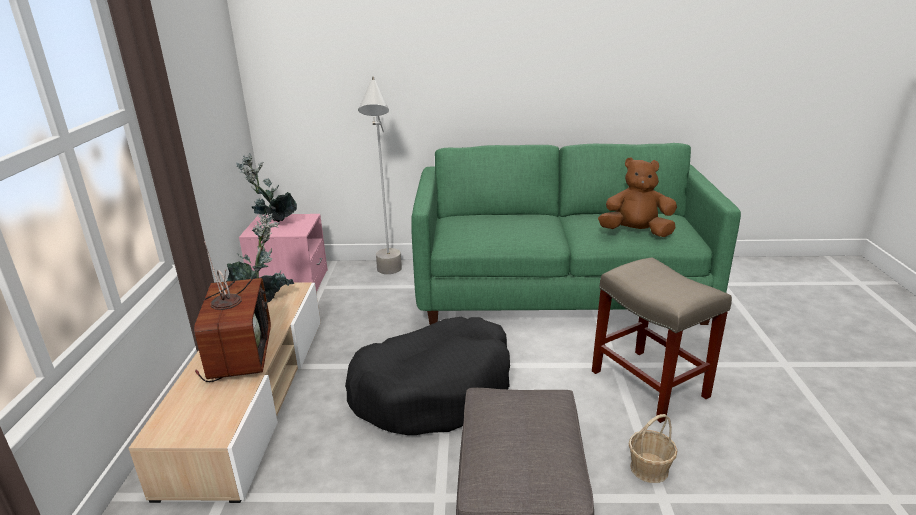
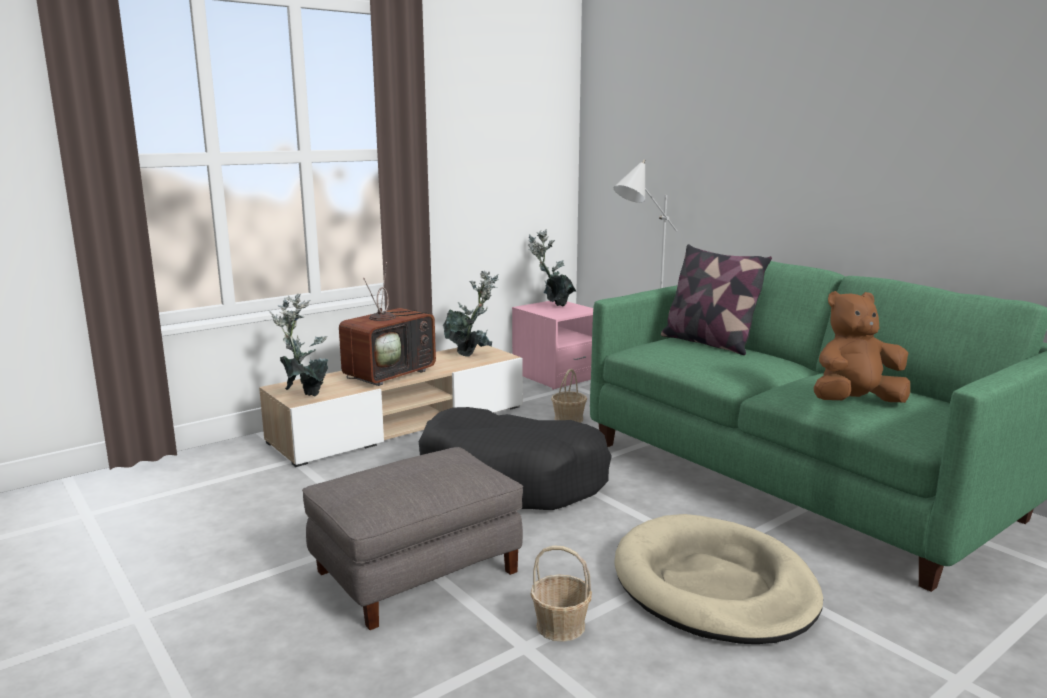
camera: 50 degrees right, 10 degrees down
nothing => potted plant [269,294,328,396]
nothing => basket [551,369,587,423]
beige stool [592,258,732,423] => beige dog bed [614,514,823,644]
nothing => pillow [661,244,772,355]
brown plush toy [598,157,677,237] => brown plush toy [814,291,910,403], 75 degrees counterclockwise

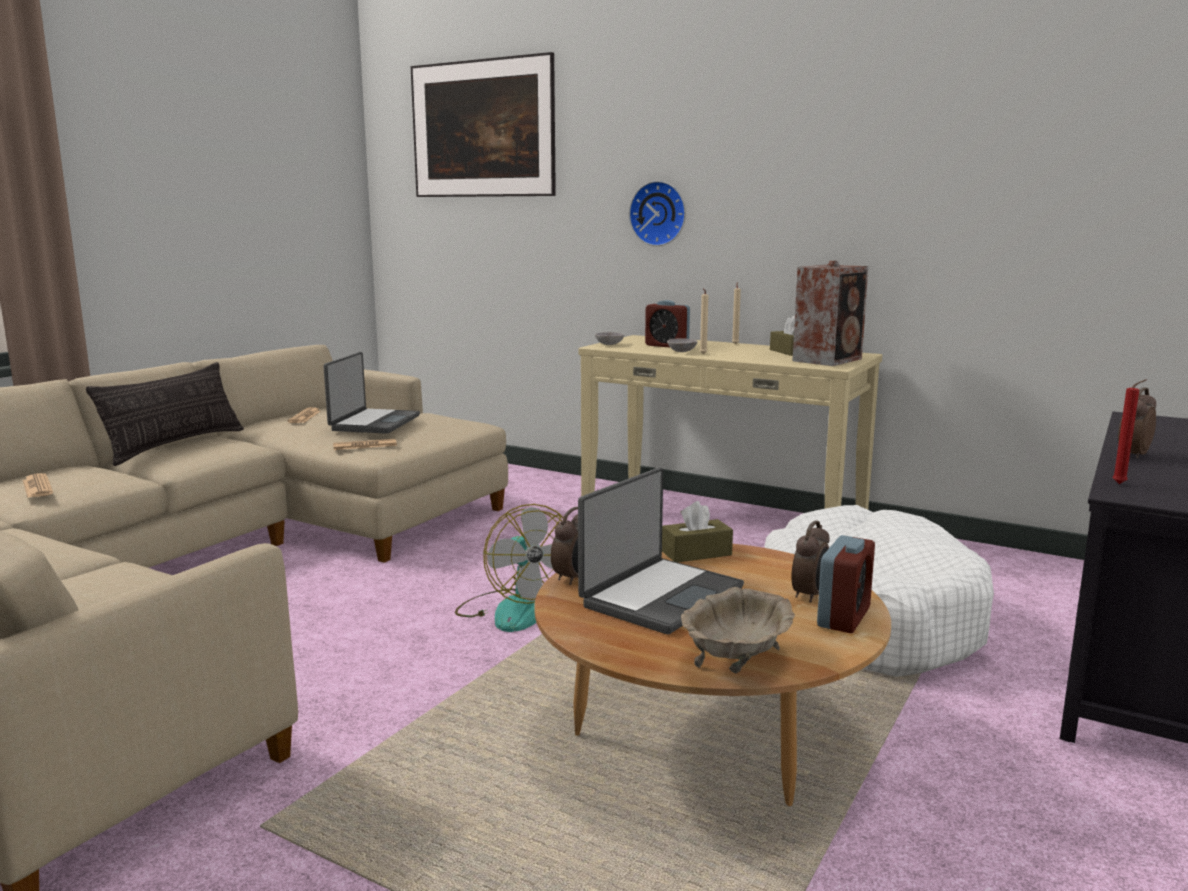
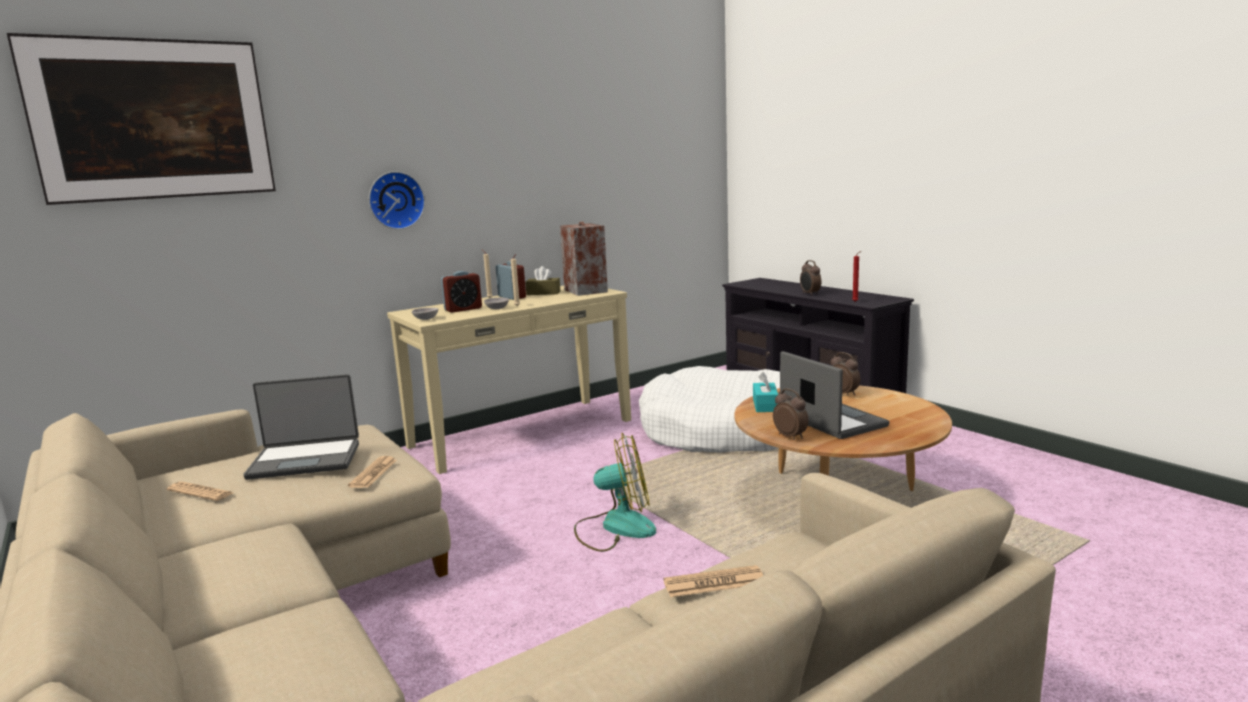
camera: 65 degrees left, 0 degrees up
laptop [323,352,420,434] => laptop [243,374,359,480], 135 degrees clockwise
alarm clock [817,535,875,633] => alarm clock [496,261,526,300], move
newspaper [23,473,53,498] => newspaper [663,565,763,597], move
brown tissue box [662,501,733,562] => turquoise tissue box [753,372,778,412]
pillow [86,362,244,466] => nothing
beige bowl [681,587,795,674] => nothing

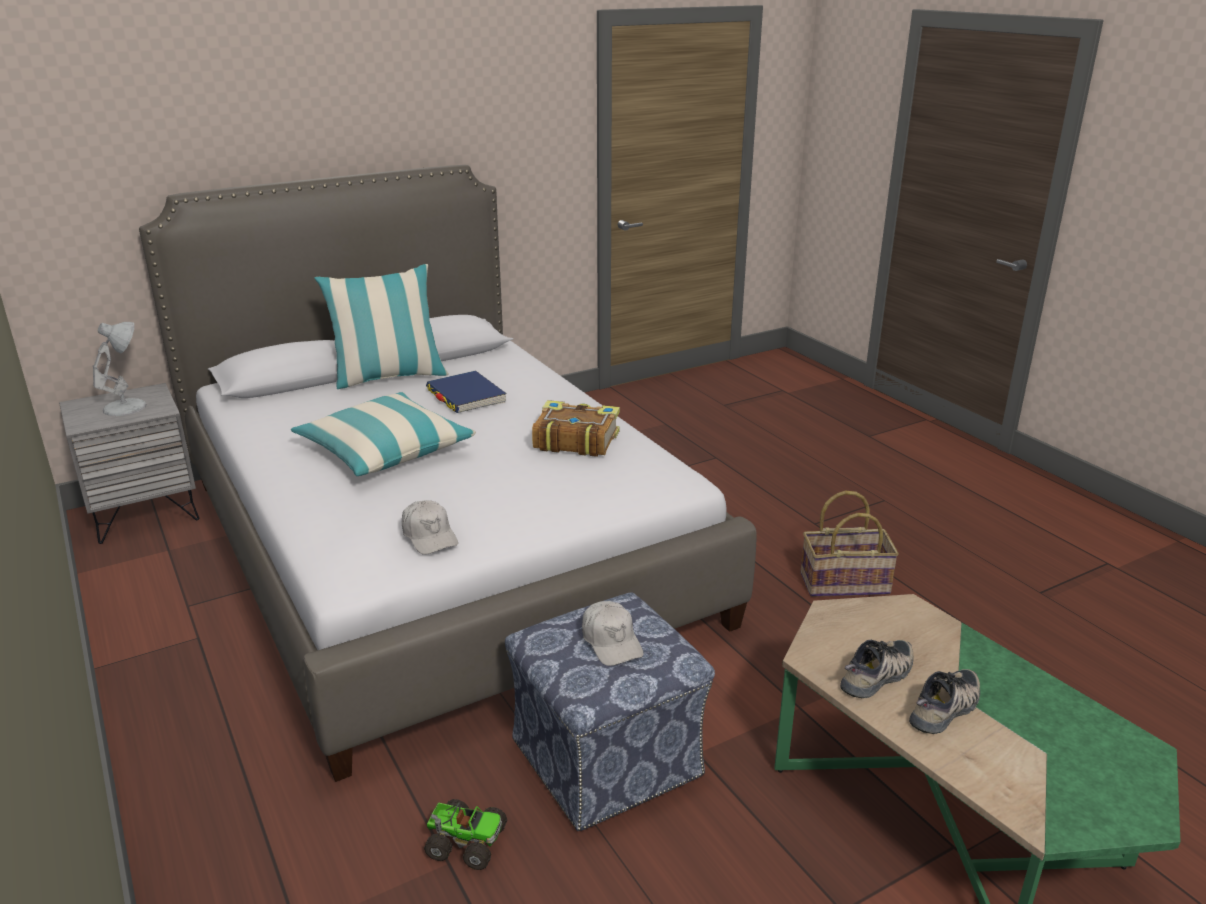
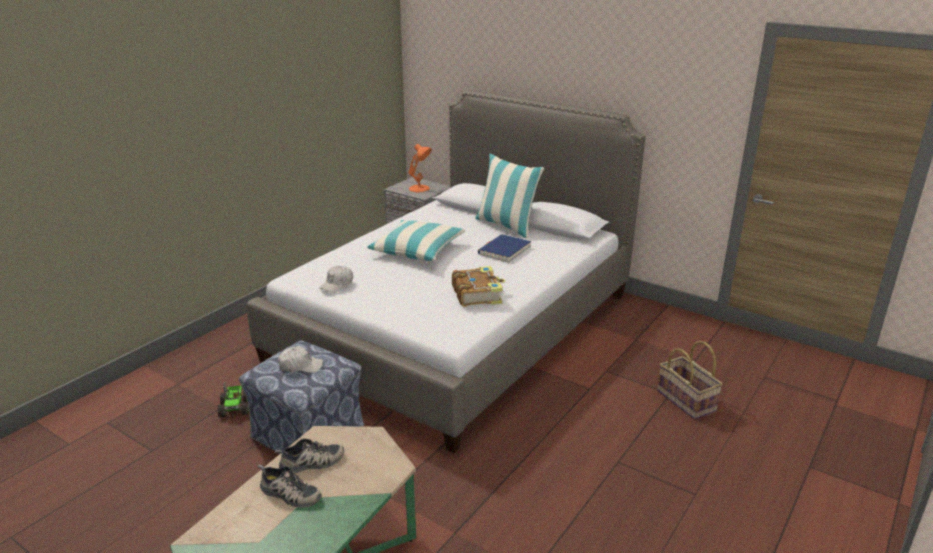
camera: 65 degrees right, 0 degrees up
shoe [840,639,914,698] => shoe [275,438,344,473], 45 degrees counterclockwise
white cap [582,601,644,666] => white cap [278,346,323,373], 135 degrees counterclockwise
white table lamp [93,322,147,416] => orange table lamp [408,144,432,192]
basket [800,491,899,597] => basket [657,341,723,419], move

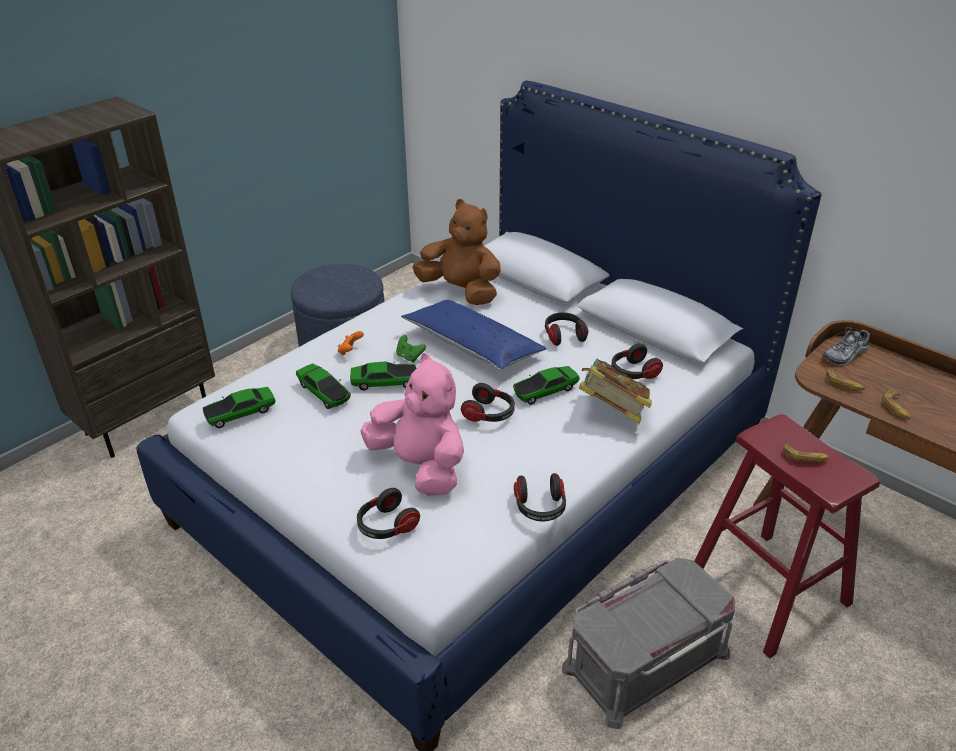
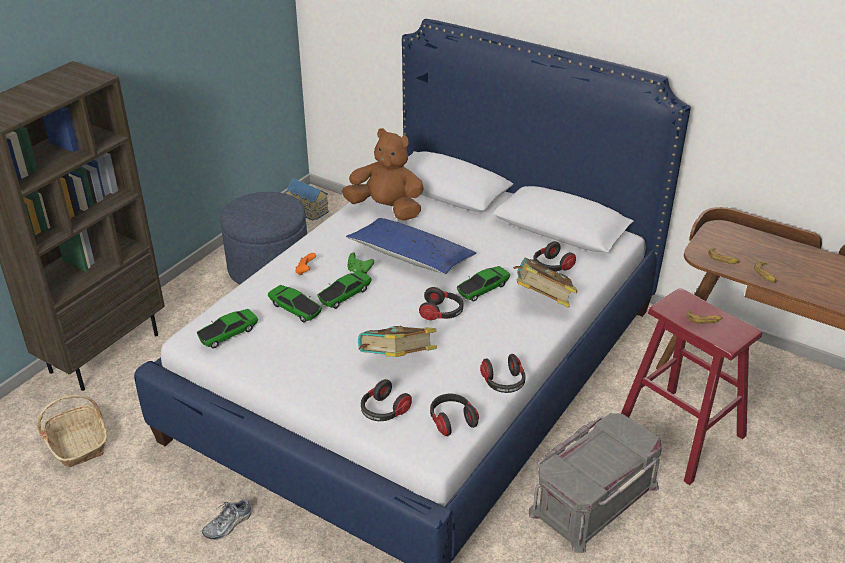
camera: 10 degrees left, 0 degrees up
nothing => basket [37,395,107,468]
shoe [822,327,870,365] => shoe [202,499,252,540], move
nothing => toy house [286,178,329,221]
toy car [350,362,417,390] => toy car [318,271,372,309], 150 degrees clockwise
pink plush toy [360,353,464,496] => book [358,326,437,357]
headphones [545,312,589,346] => headphones [430,394,479,436], move

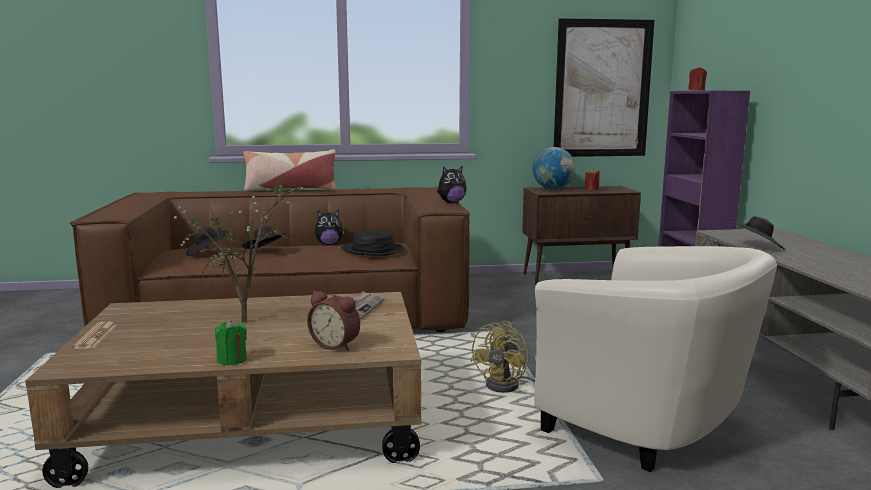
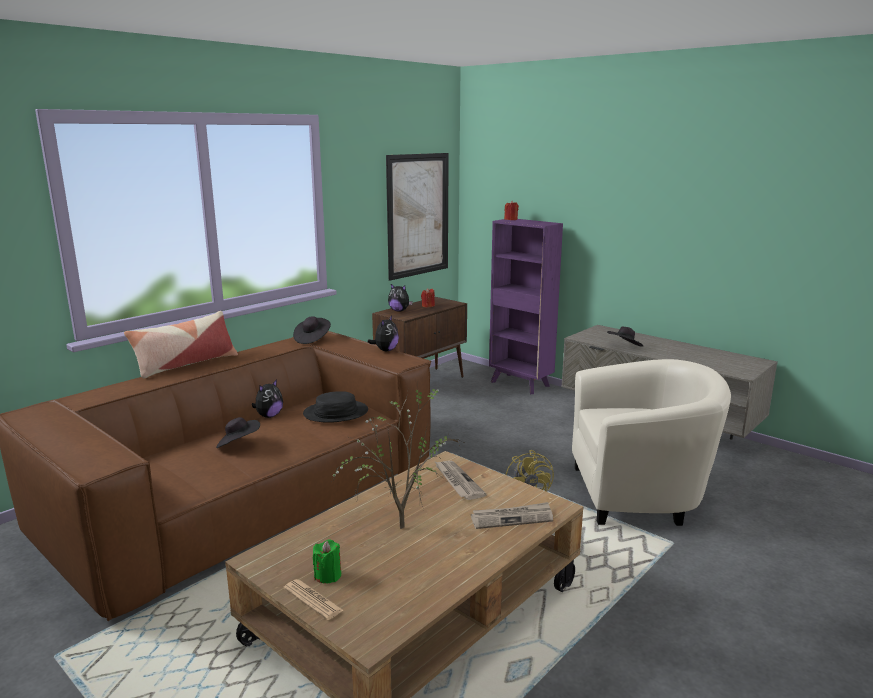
camera: 40 degrees left, 5 degrees up
black hat [186,227,229,256] => black hat [293,316,331,344], move
green candle [215,320,247,365] => green candle [313,539,341,583], move
globe [533,147,575,189] => plush toy [388,284,413,311]
alarm clock [307,291,360,351] => newspaper [471,502,553,529]

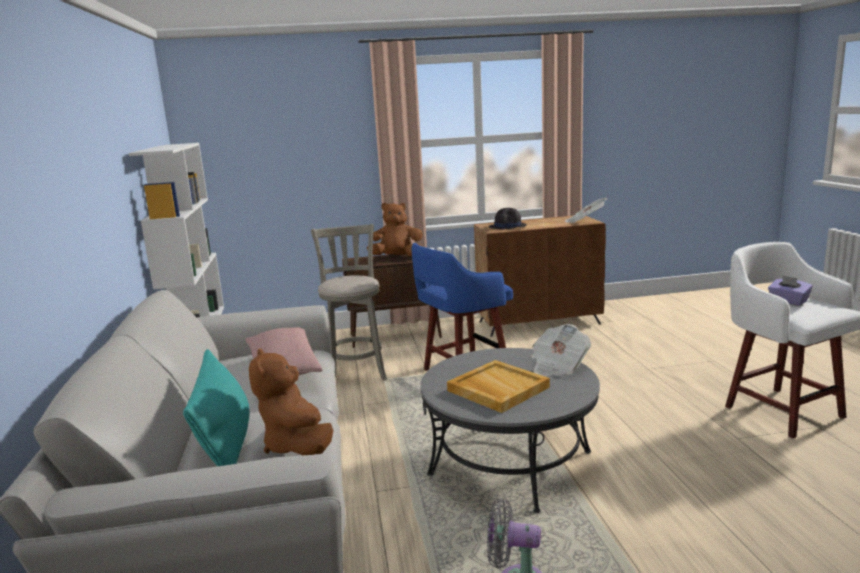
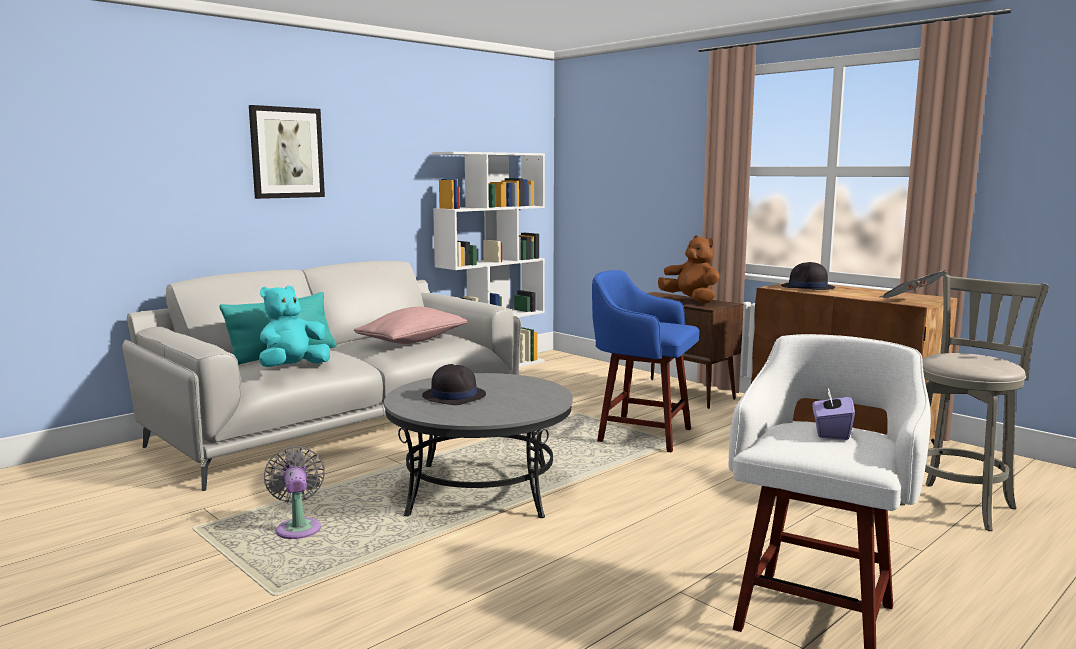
camera: 55 degrees right, 5 degrees down
nothing => picture [249,105,325,199]
brown plush toy [249,348,333,455] => turquoise plush toy [259,286,330,367]
beige tray [447,360,550,413] => black hat [422,364,486,405]
grey stool [311,224,387,381] => grey stool [900,275,1049,531], move
newspaper [531,324,591,376] => nothing

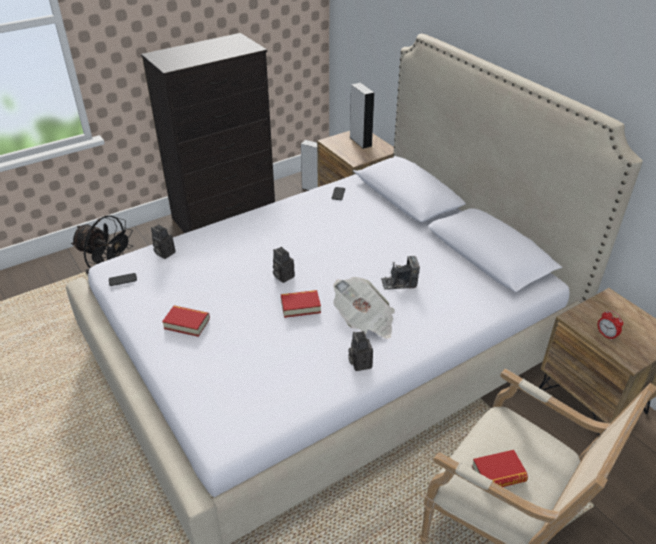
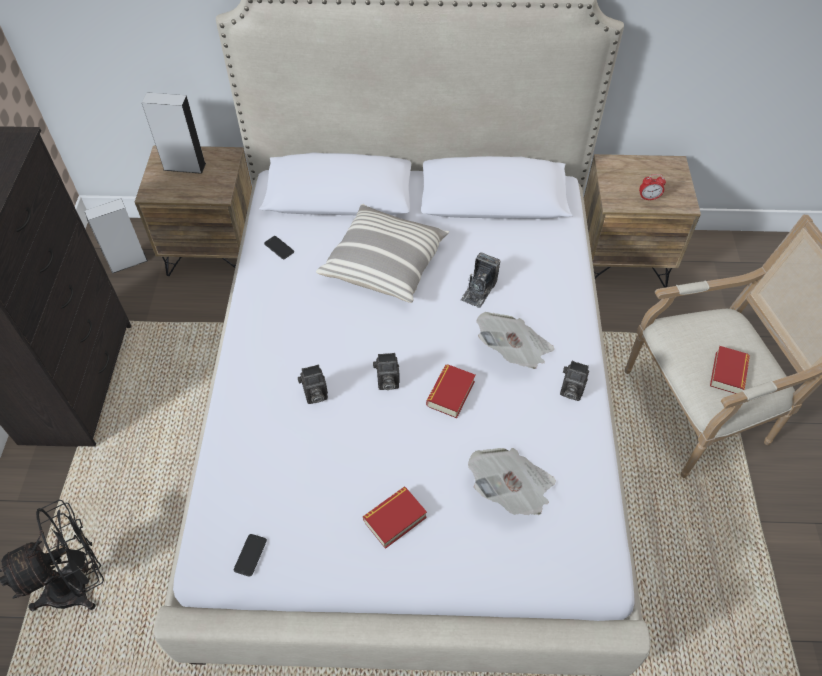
camera: 55 degrees left, 15 degrees up
photo camera [151,224,175,259] => photo camera [298,364,328,404], move
nothing => pillow [316,204,449,303]
nothing => newspaper [468,448,556,515]

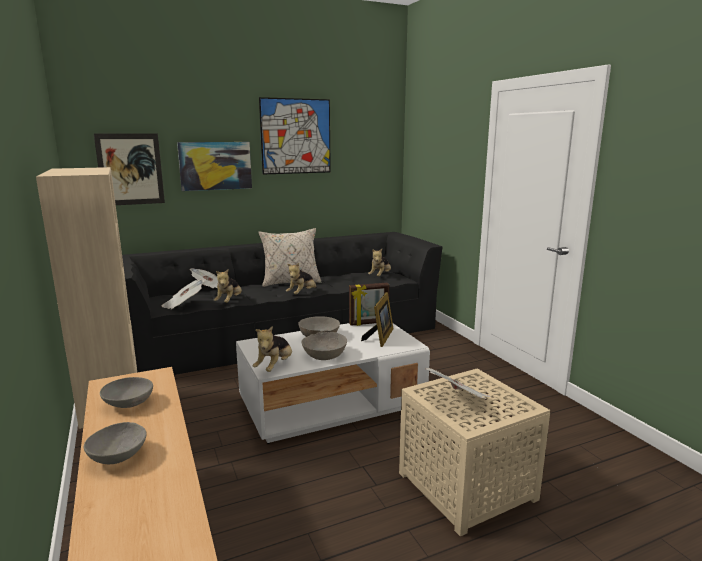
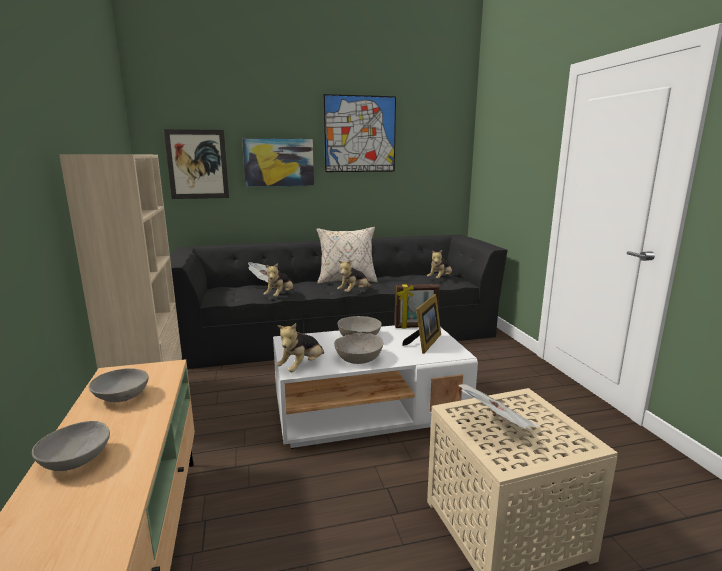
camera: 10 degrees right, 0 degrees up
newspaper [162,279,205,309] => nothing

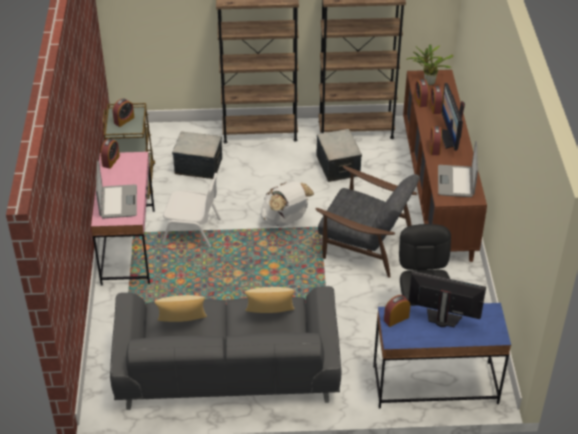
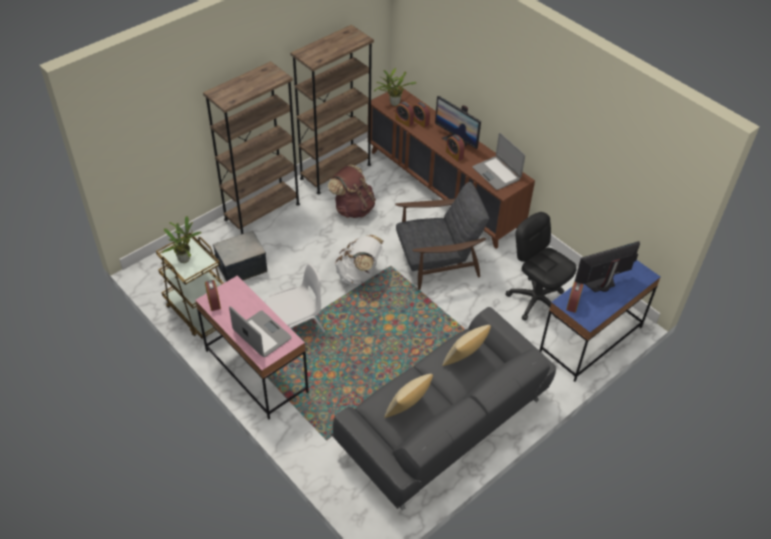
camera: 40 degrees left, 5 degrees up
alarm clock [113,98,134,127] => potted plant [162,216,202,263]
storage box [316,129,362,182] => brown backpack [328,164,376,218]

